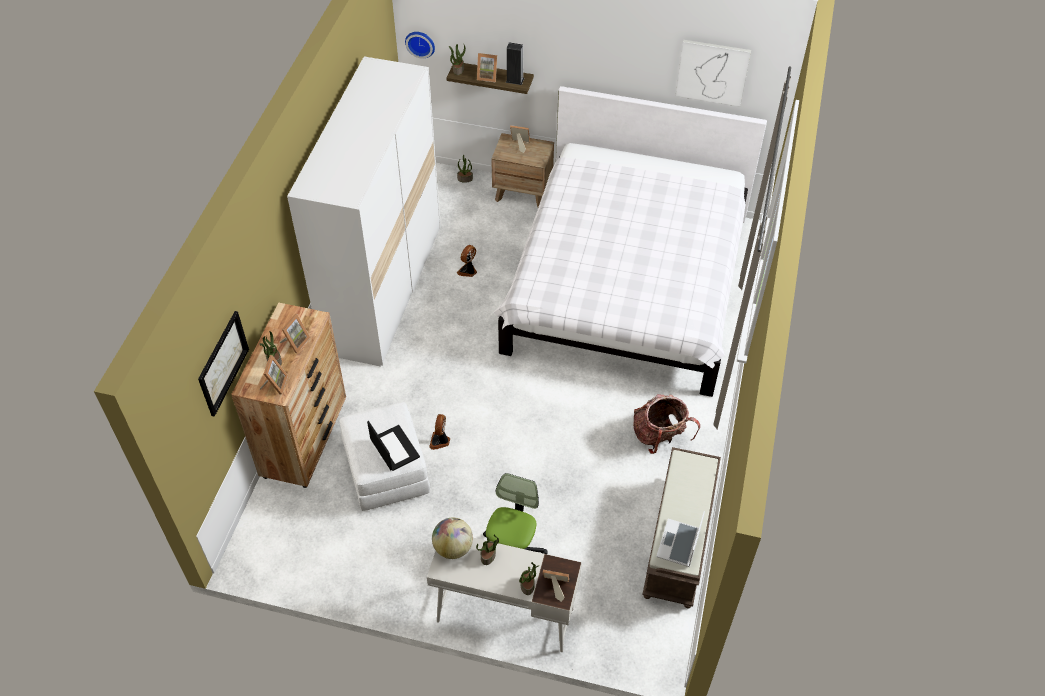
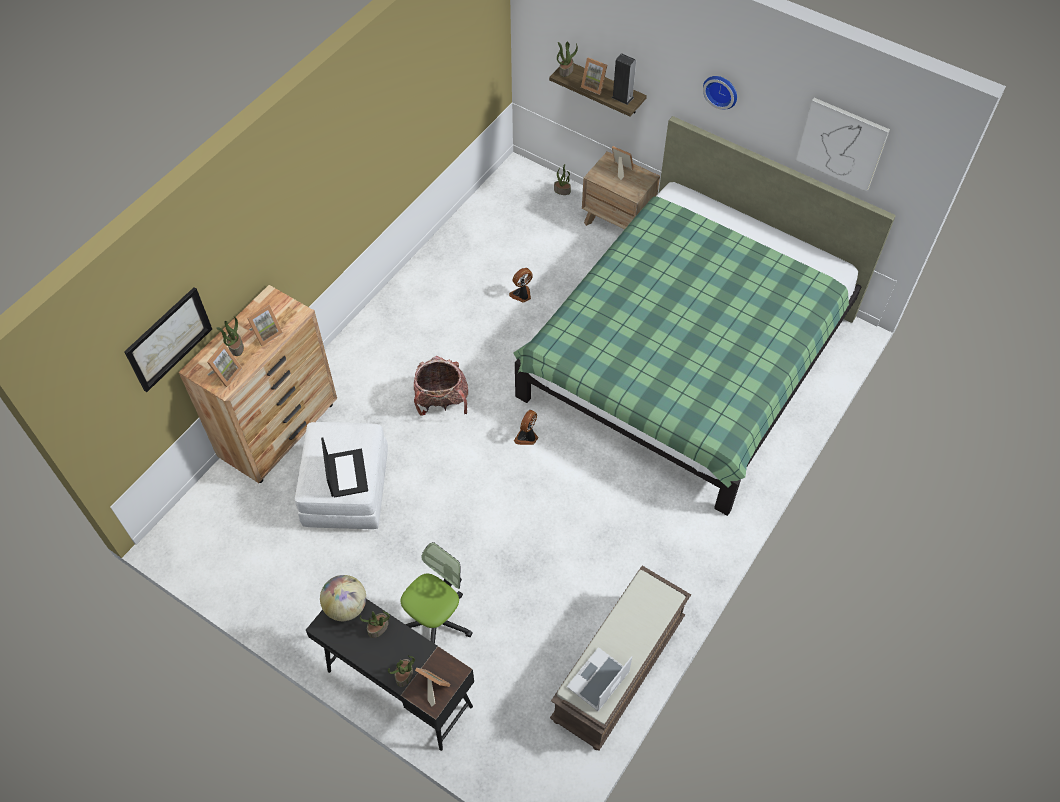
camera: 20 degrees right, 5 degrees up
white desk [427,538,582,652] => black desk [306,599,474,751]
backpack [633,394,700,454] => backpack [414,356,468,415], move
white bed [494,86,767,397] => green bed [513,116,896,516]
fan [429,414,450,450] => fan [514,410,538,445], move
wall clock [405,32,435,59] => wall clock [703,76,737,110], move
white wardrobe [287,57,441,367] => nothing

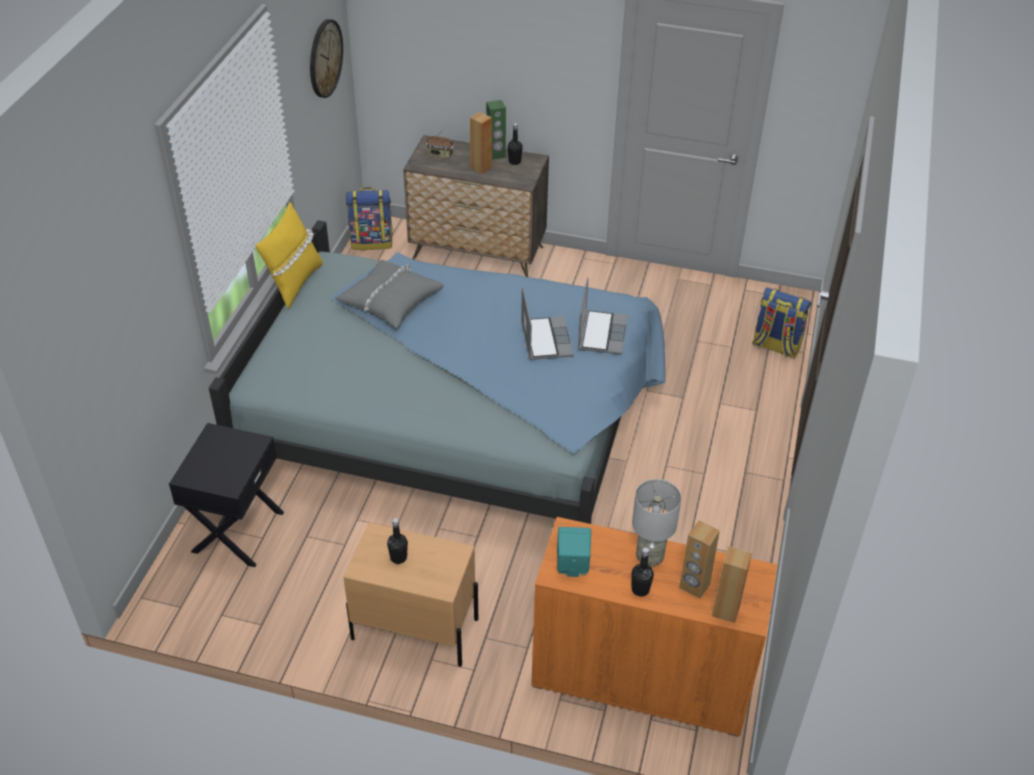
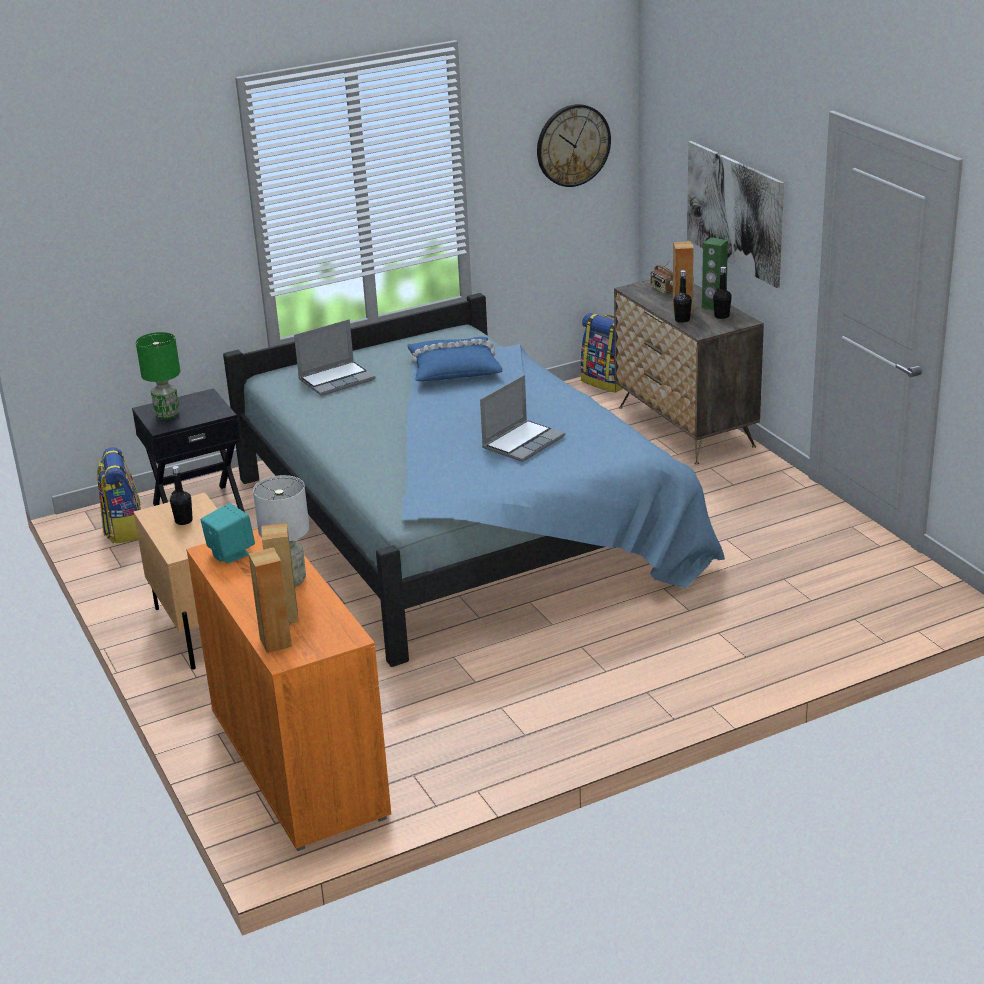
camera: 50 degrees right, 15 degrees down
backpack [752,287,812,358] => backpack [97,447,141,543], move
nothing => green table lamp [136,332,180,420]
laptop [578,277,628,355] => laptop [294,319,375,396], move
grey pillow [335,260,444,328] => blue pillow [407,337,502,381]
black bottle [631,547,654,596] => black bottle [674,270,692,323], move
nothing => picture [687,141,784,288]
yellow pillow [255,203,323,309] => nothing

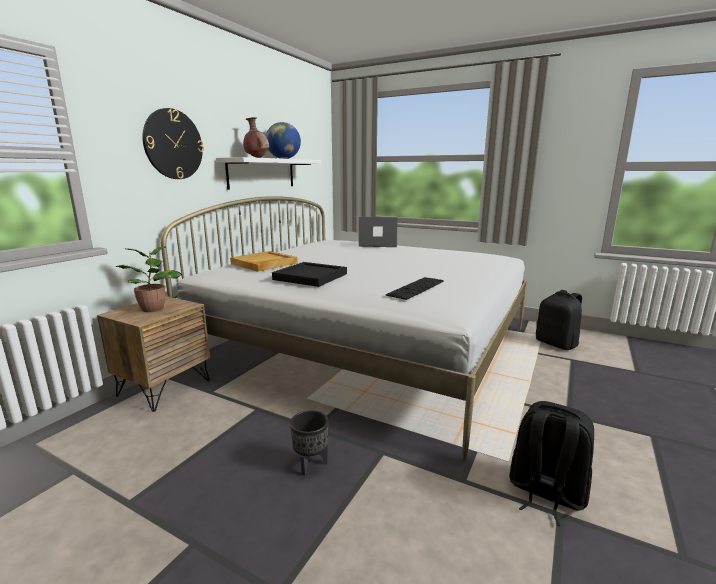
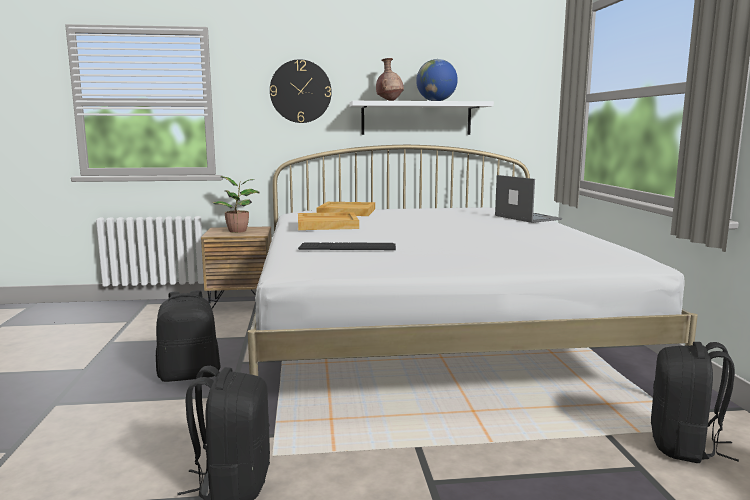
camera: 55 degrees right, 5 degrees down
black planter [290,410,328,476] => black backpack [156,290,220,382]
black tray [272,262,347,287] => beige tray [298,212,359,230]

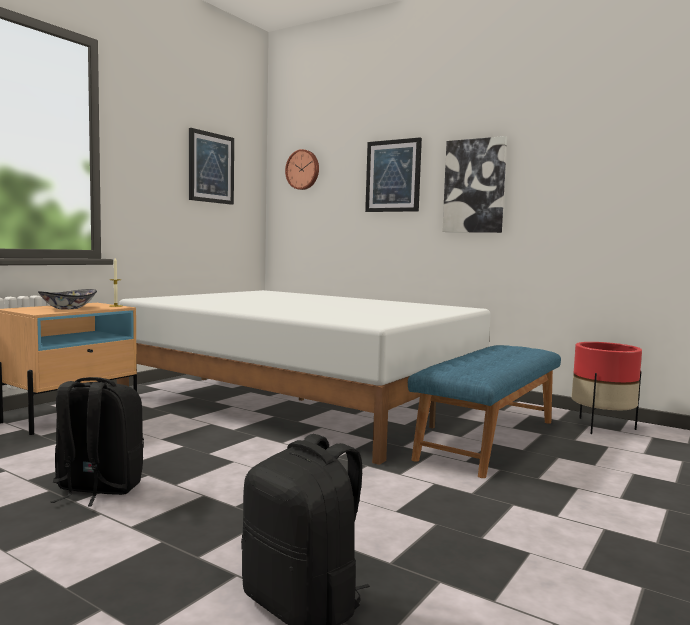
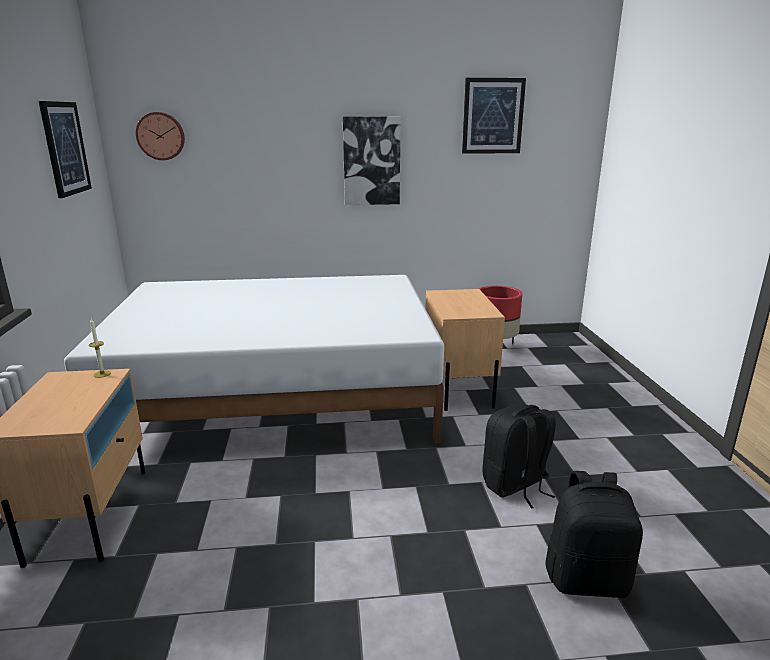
camera: 40 degrees left, 15 degrees up
blue bench [408,345,561,478] => beige nightstand [425,289,505,411]
picture [365,137,422,212] => picture [462,78,526,154], move
black backpack [51,377,144,506] => black backpack [483,404,556,509], move
bowl [38,289,97,309] => nothing

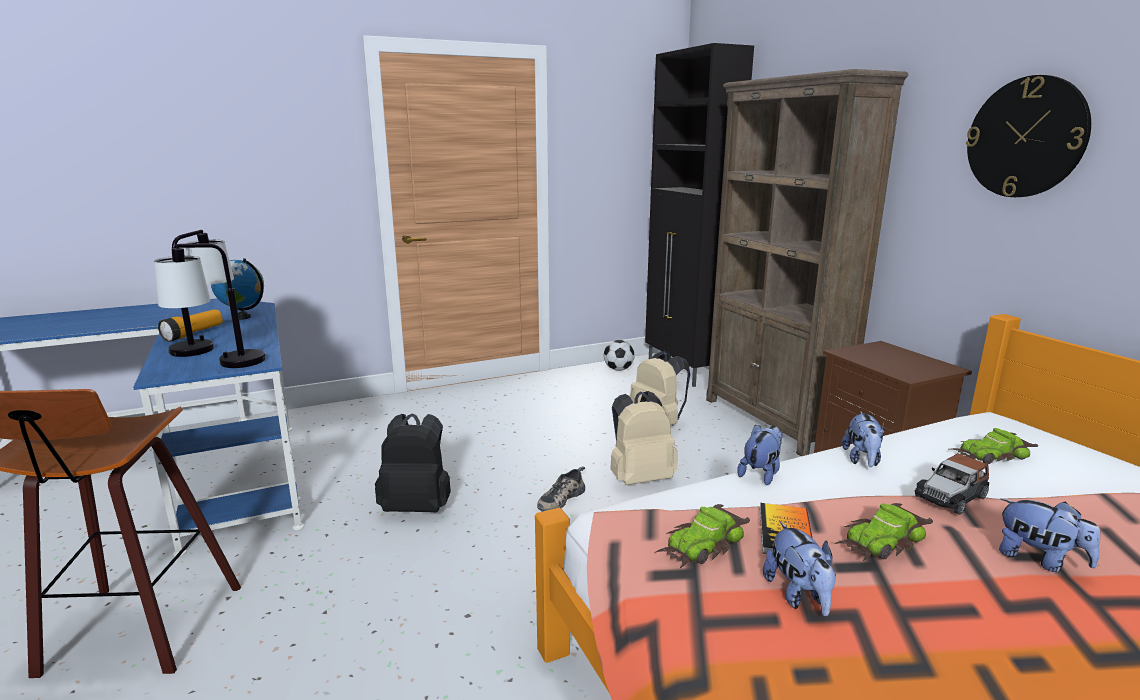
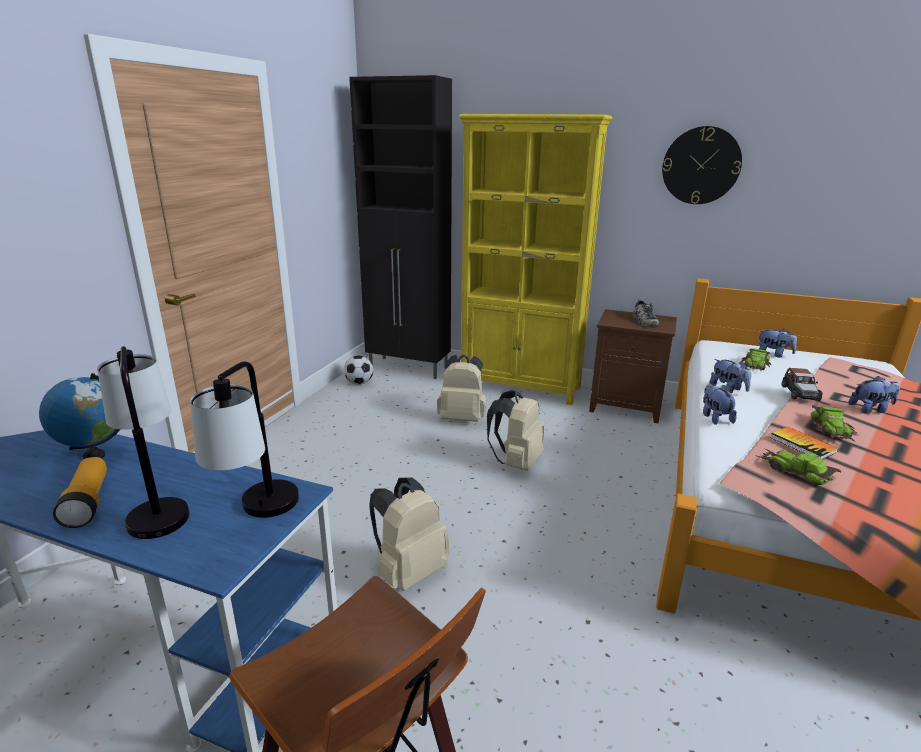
camera: 45 degrees left, 5 degrees up
black backpack [375,414,451,512] => beige backpack [369,478,450,591]
brown bookcase [706,69,908,456] => yellow bookcase [459,114,612,405]
shoe [537,466,585,512] => shoe [633,299,659,327], move
toy car [654,504,750,568] => toy car [755,449,841,485], 135 degrees clockwise
plush toy [763,522,836,616] => plush toy [759,329,797,358], move

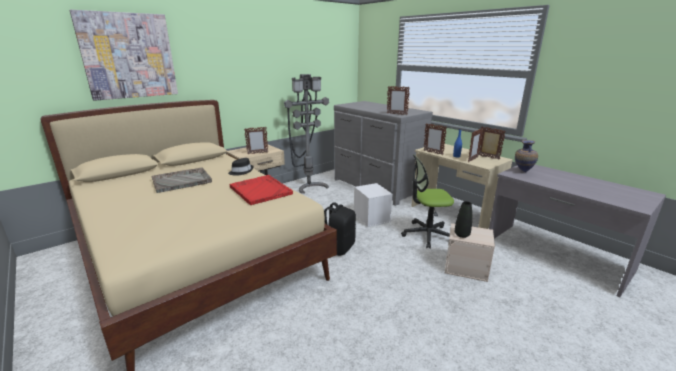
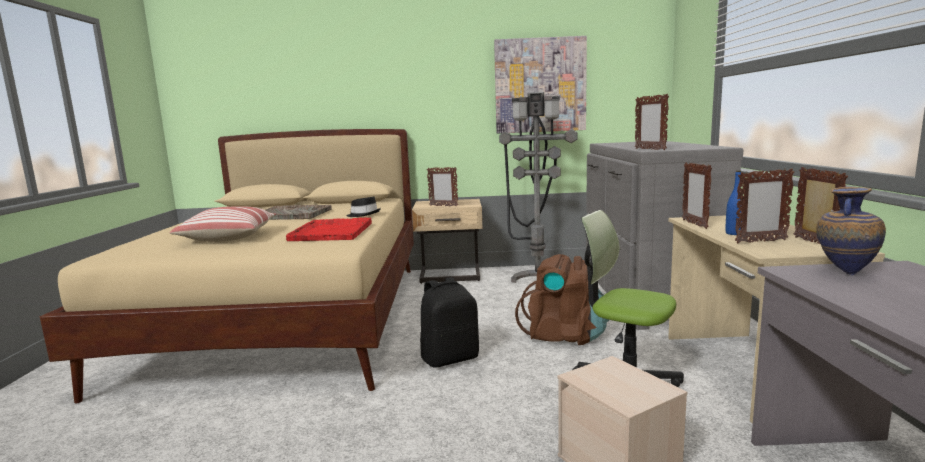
camera: 40 degrees right, 10 degrees down
nothing => pillow [170,206,276,242]
picture [69,10,178,101] => picture [494,36,587,134], move
white storage box [354,183,393,227] => brown backpack [515,254,609,345]
black vase [455,201,472,238] => nothing

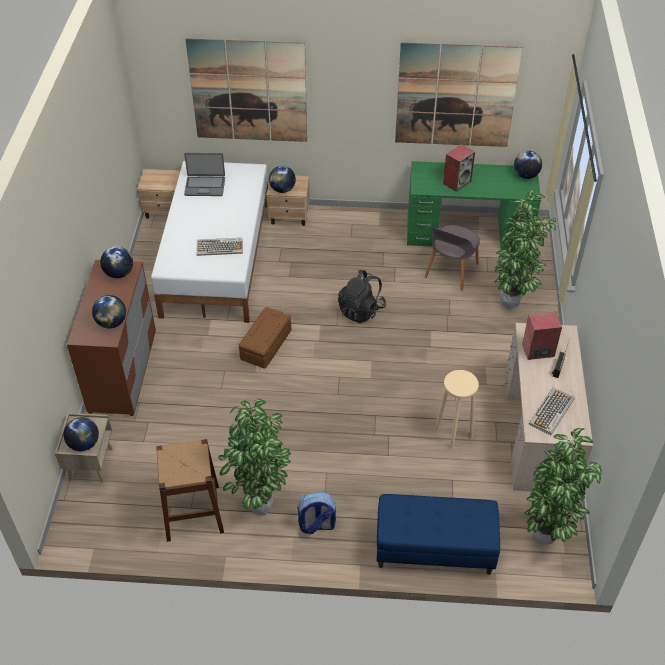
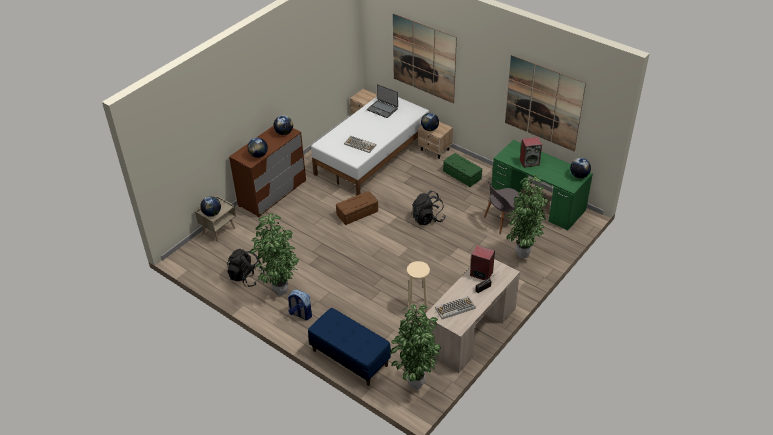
camera: 35 degrees right, 5 degrees down
brown stool [156,439,224,542] => black backpack [227,249,264,287]
nothing => green storage box [443,153,482,187]

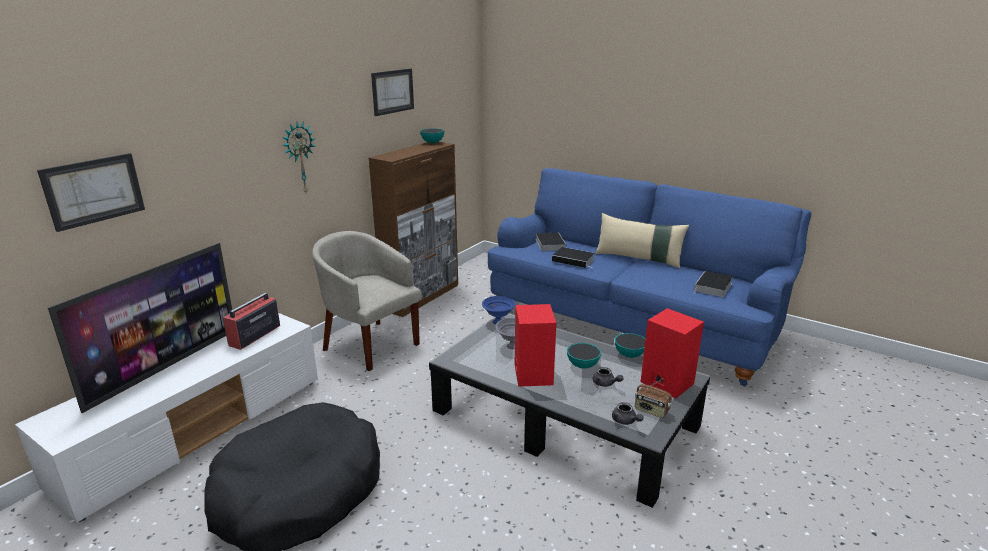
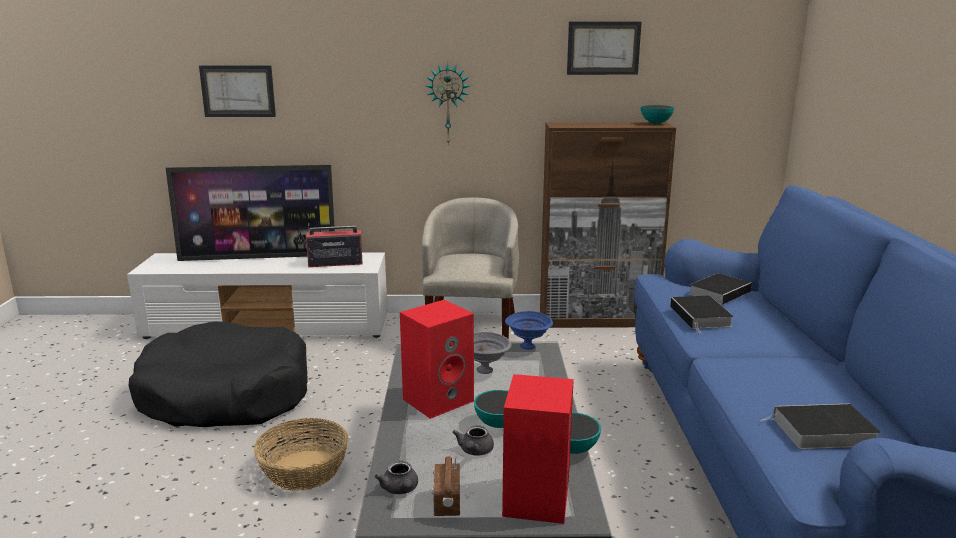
camera: 55 degrees right, 5 degrees down
nothing => basket [254,418,348,490]
grey teapot [612,402,644,425] => grey teapot [375,461,418,494], 45 degrees counterclockwise
beige pillow [595,213,689,268] => nothing

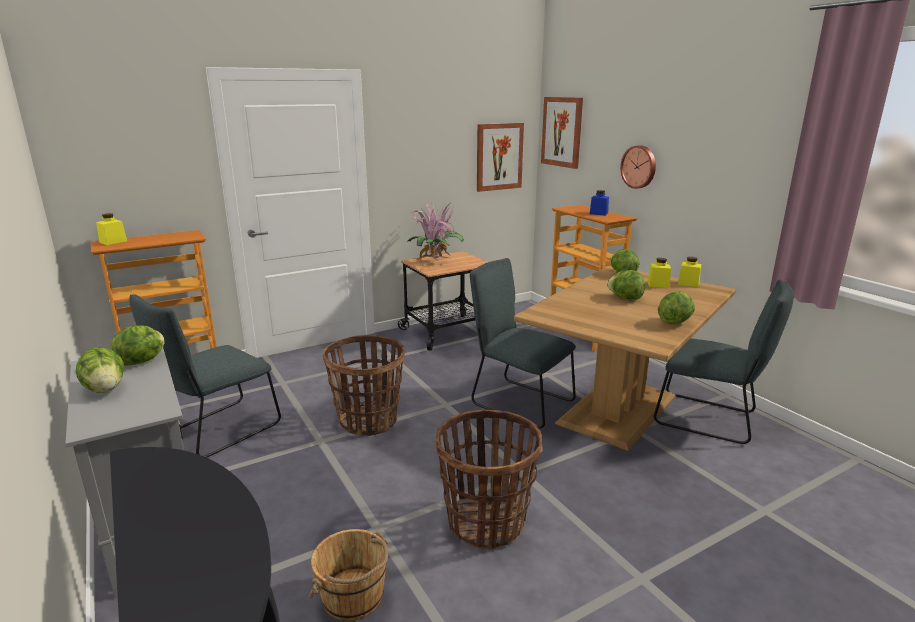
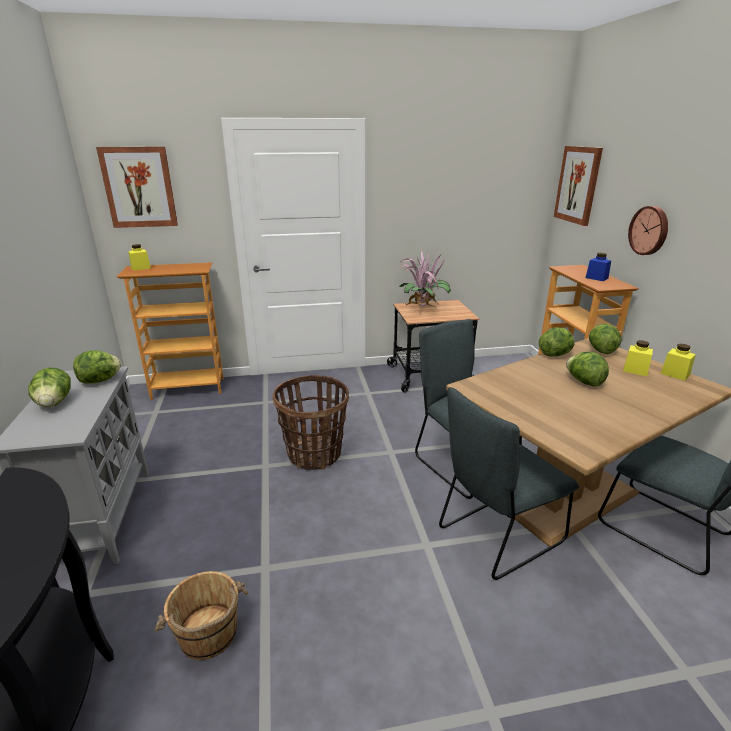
camera: 20 degrees right, 5 degrees up
picture [477,123,524,192] => picture [96,147,178,228], move
grey chair [129,294,281,458] => grey chair [439,387,579,580], move
lettuce [658,291,695,324] => lettuce [539,328,574,357], move
basket [436,410,543,549] => nothing

